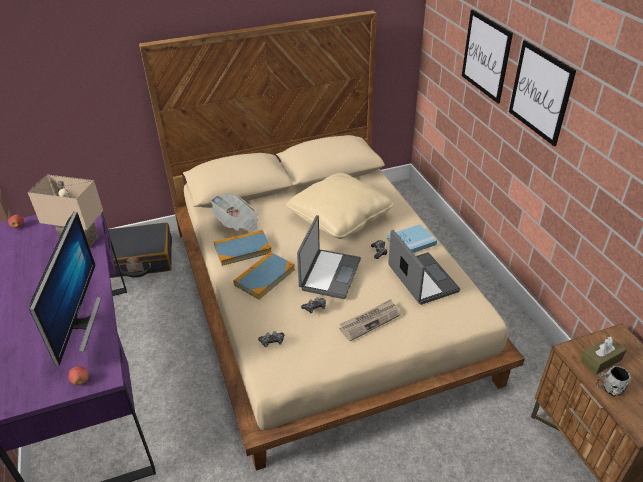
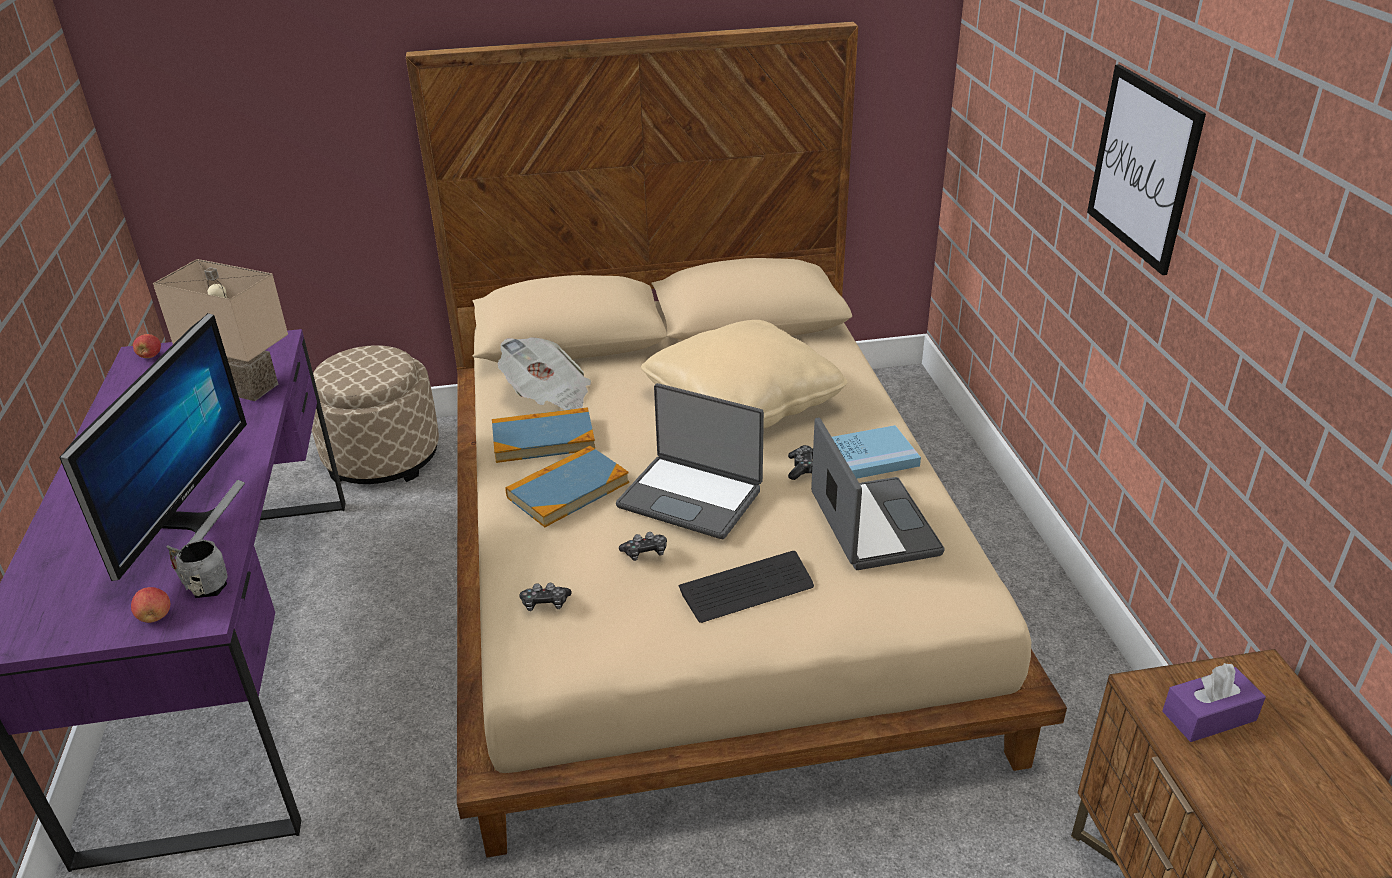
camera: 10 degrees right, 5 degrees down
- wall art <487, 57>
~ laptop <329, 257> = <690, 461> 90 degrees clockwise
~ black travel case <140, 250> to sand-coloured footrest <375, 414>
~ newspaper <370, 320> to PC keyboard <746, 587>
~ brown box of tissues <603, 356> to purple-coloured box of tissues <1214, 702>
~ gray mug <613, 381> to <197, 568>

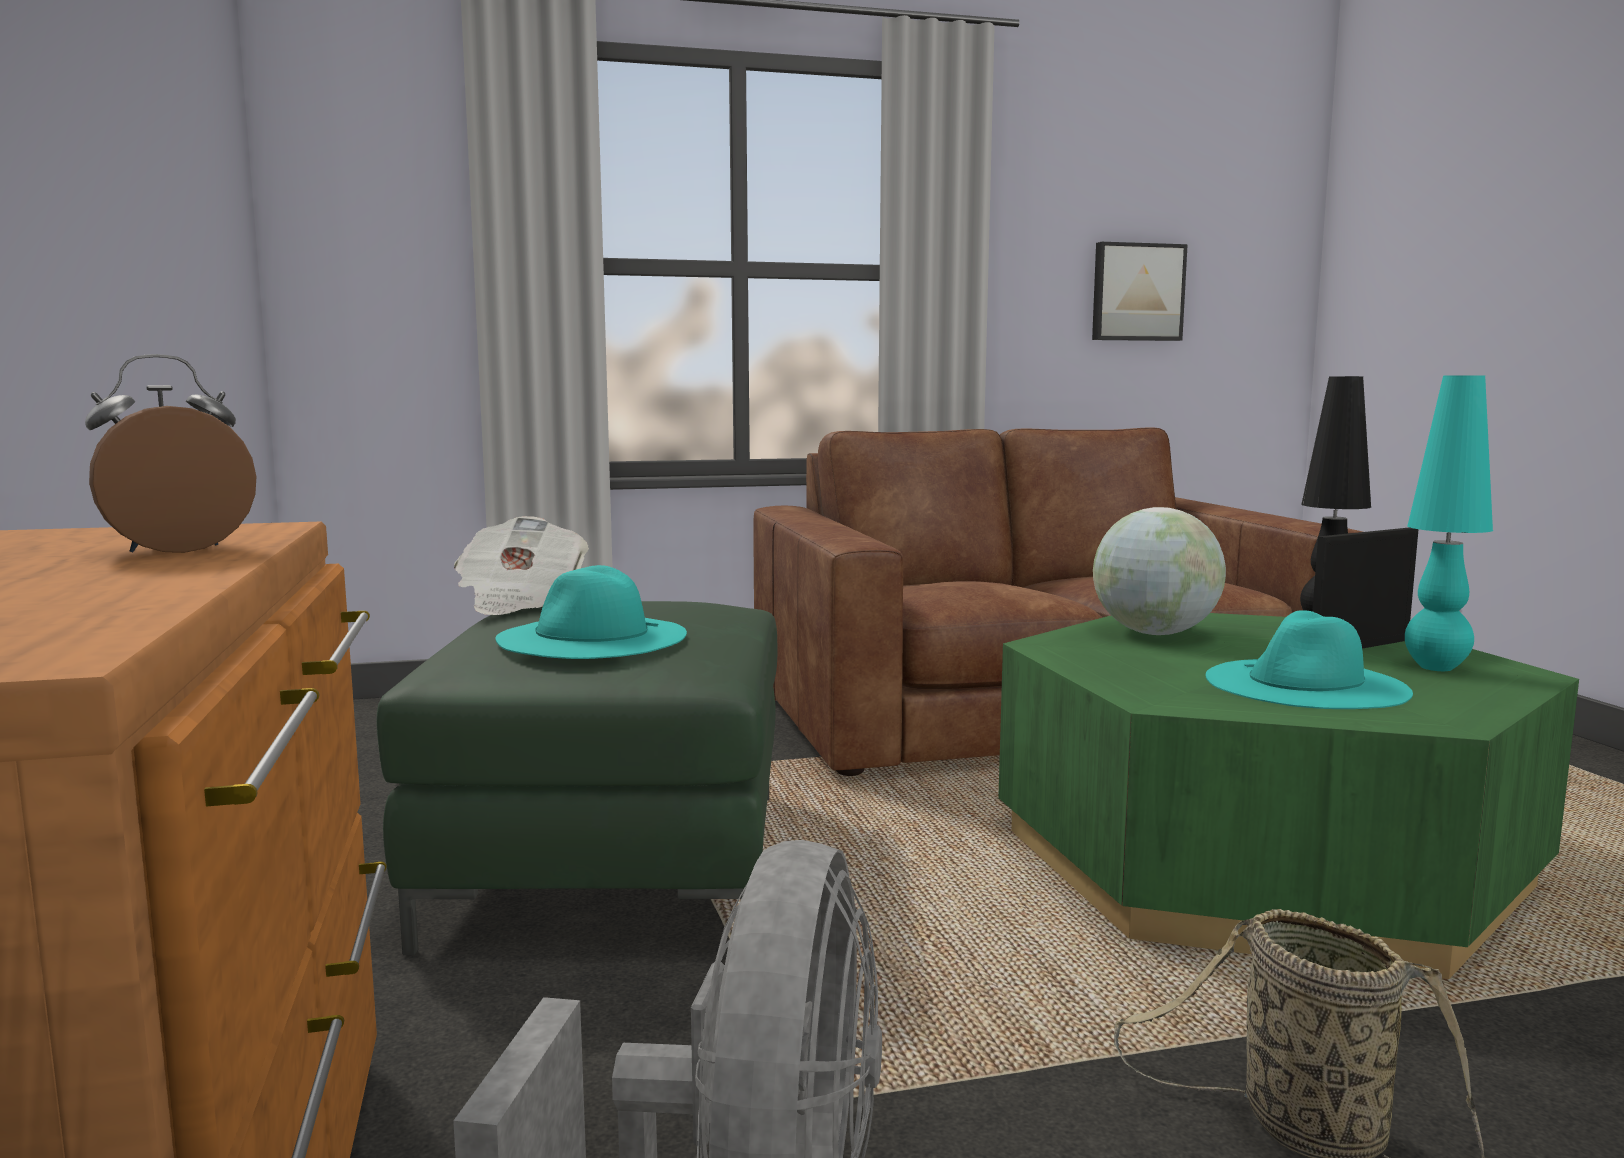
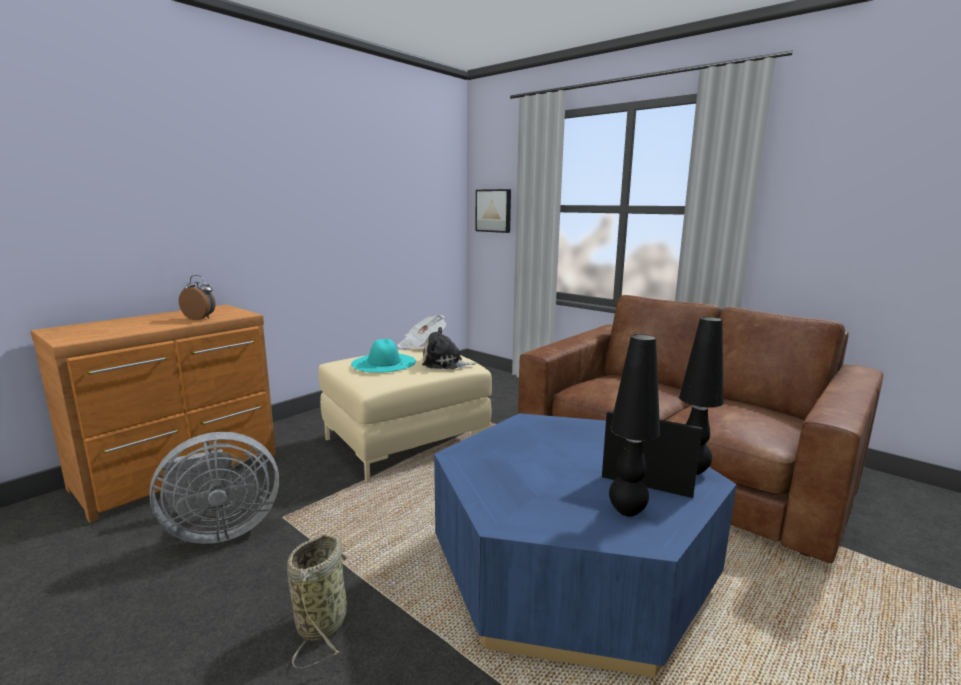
camera: 55 degrees right, 5 degrees up
~ wall art <1140, 291> to <493, 211>
~ turquoise table lamp <1449, 523> to black table lamp <634, 425>
- world globe <1159, 571>
~ green footrest <577, 778> to sand-coloured footrest <405, 414>
- turquoise hat <1309, 659>
~ green lounge table <1288, 796> to blue-coloured lounge table <585, 545>
+ cuddly toy <449, 348>

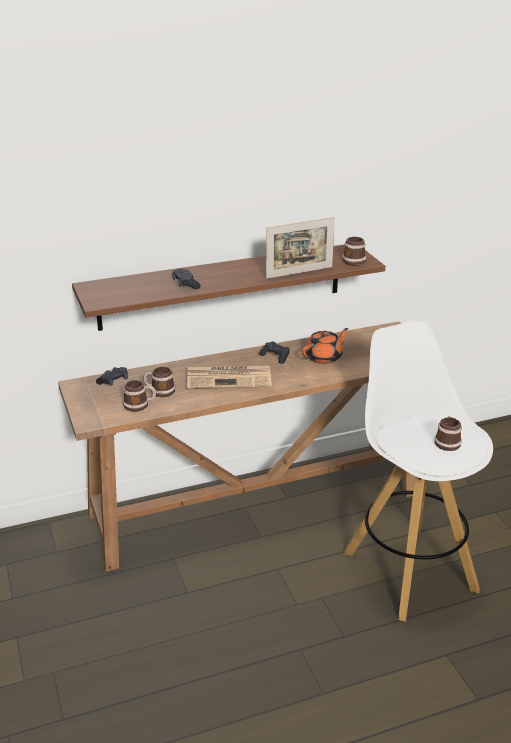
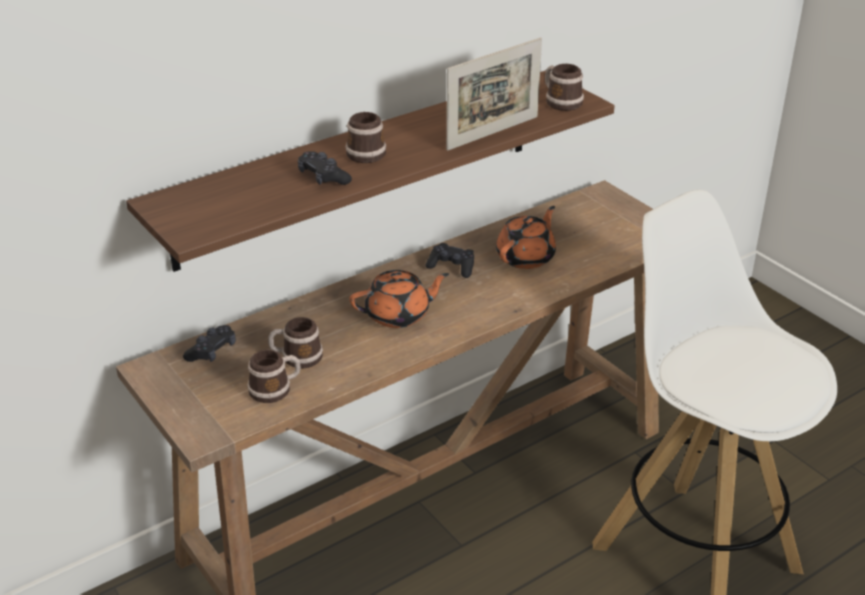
camera: 15 degrees left, 5 degrees up
~ newspaper <229, 377> to orangey tea pot <399, 299>
~ mug <448, 433> to <365, 137>

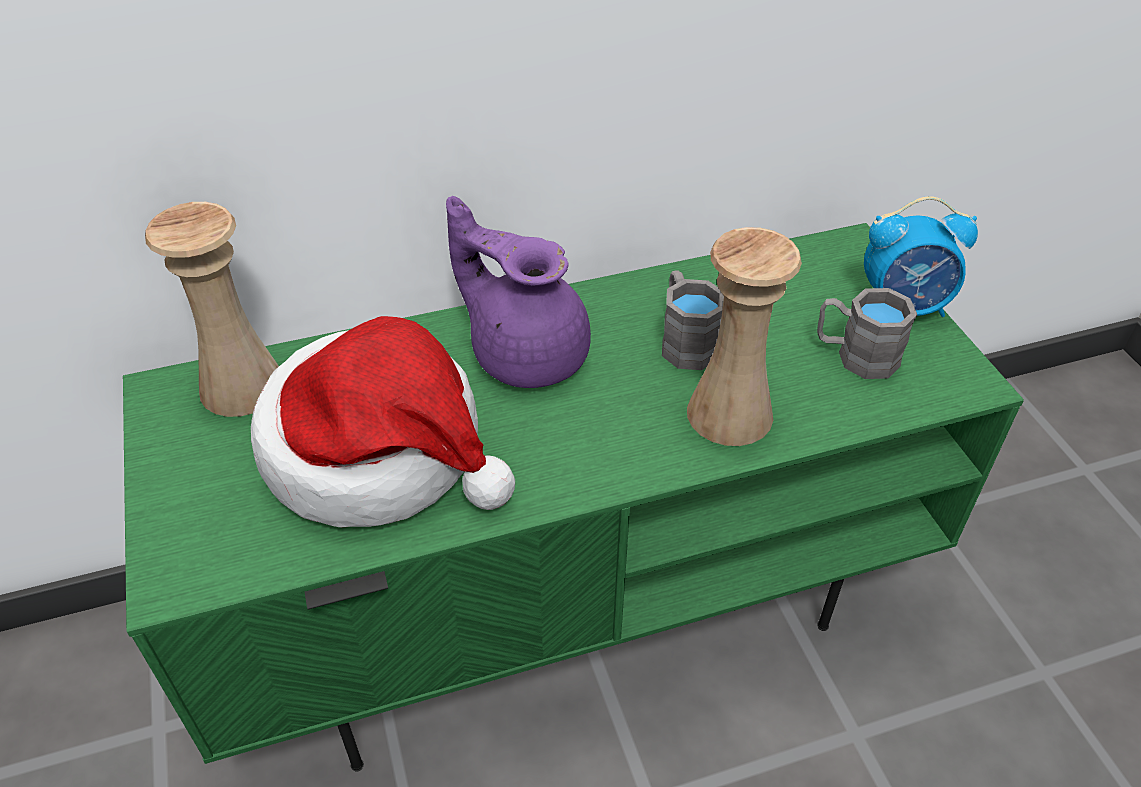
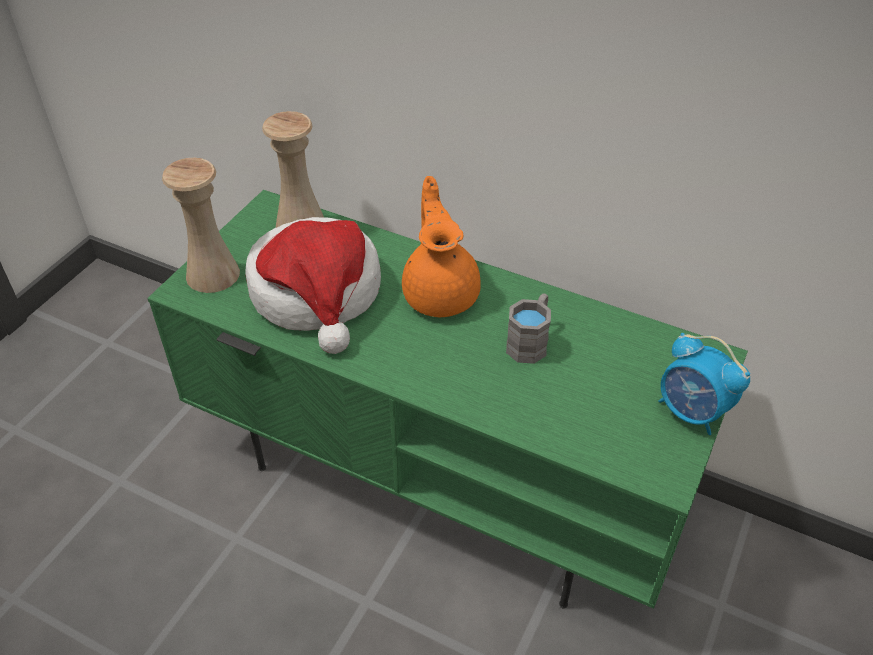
camera: 45 degrees right, 0 degrees up
~ purple-coloured tea pot <518, 292> to orangey tea pot <441, 246>
~ sand-coloured flower vase <744, 336> to <201, 225>
- gray mug <867, 333>

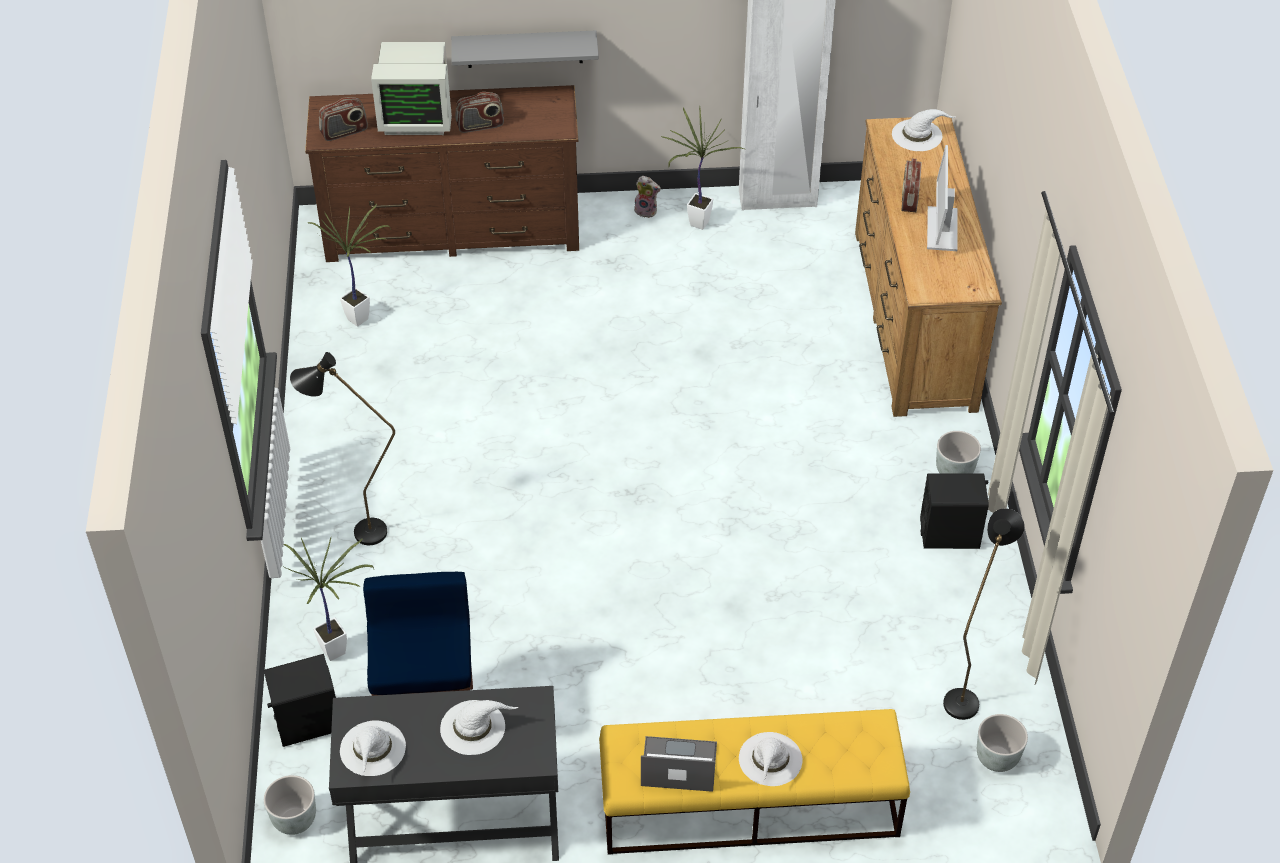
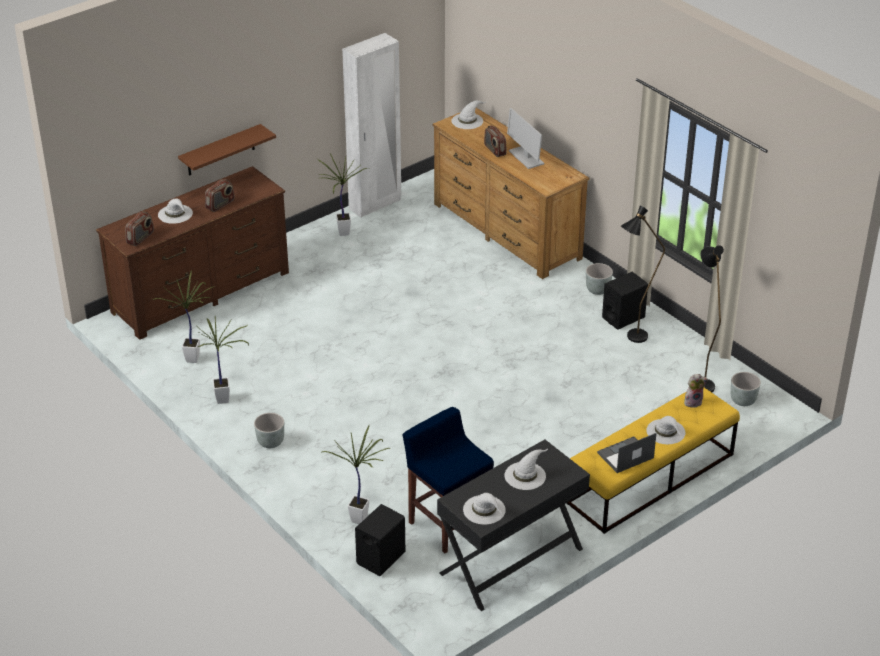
camera: 35 degrees left, 10 degrees down
~ gray bracket shelf <525, 49> to brown bracket shelf <227, 150>
~ computer display <411, 88> to white-coloured hat <175, 211>
~ cuddly toy <647, 197> to <696, 391>
~ black standard lamp <342, 448> to <643, 274>
~ gray flower pot <290, 805> to <269, 430>
+ plant in a pot <223, 360>

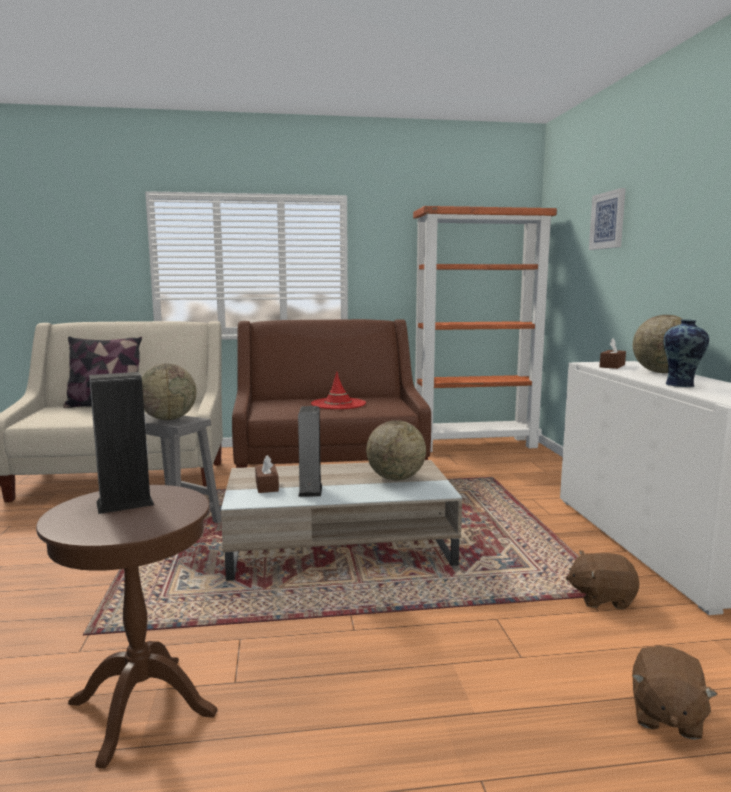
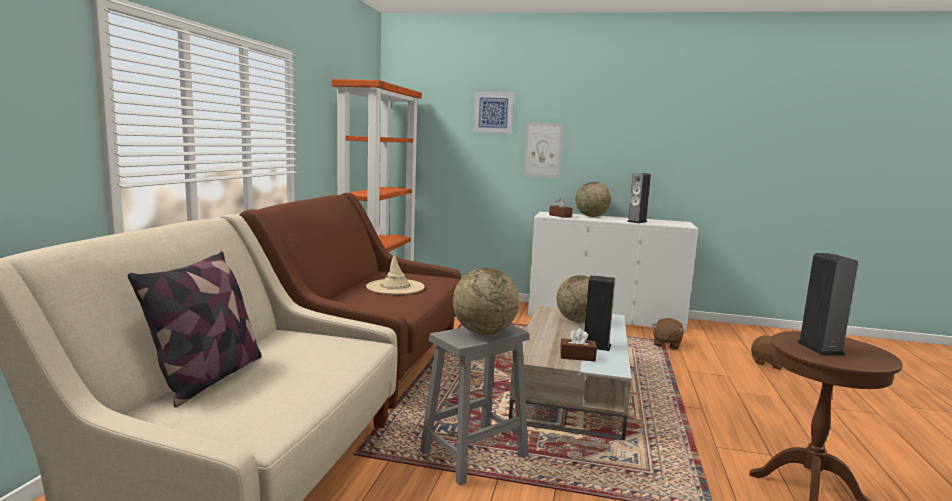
camera: 70 degrees left, 0 degrees up
~ flower vase <686, 353> to loudspeaker <639, 198>
~ red hat <338, 390> to sand-coloured hat <395, 274>
+ wall art <543, 150>

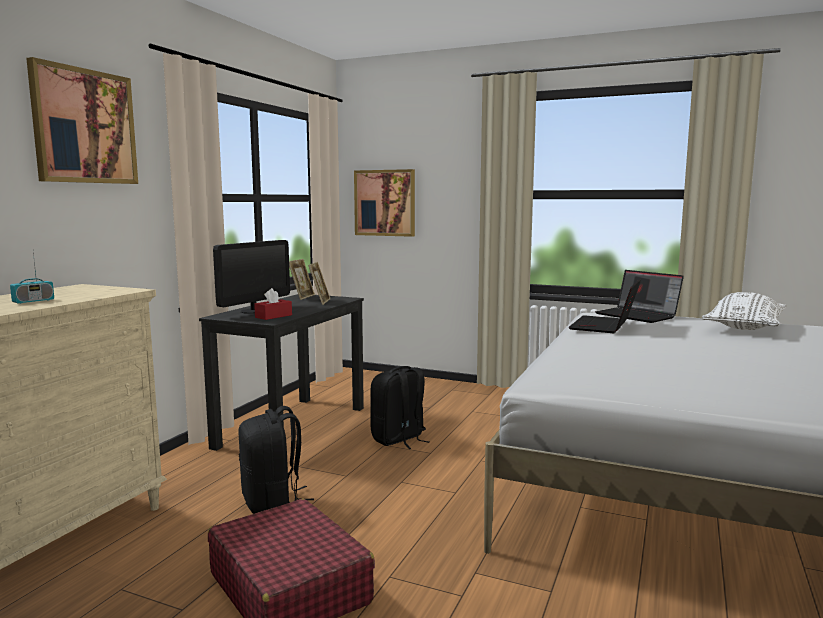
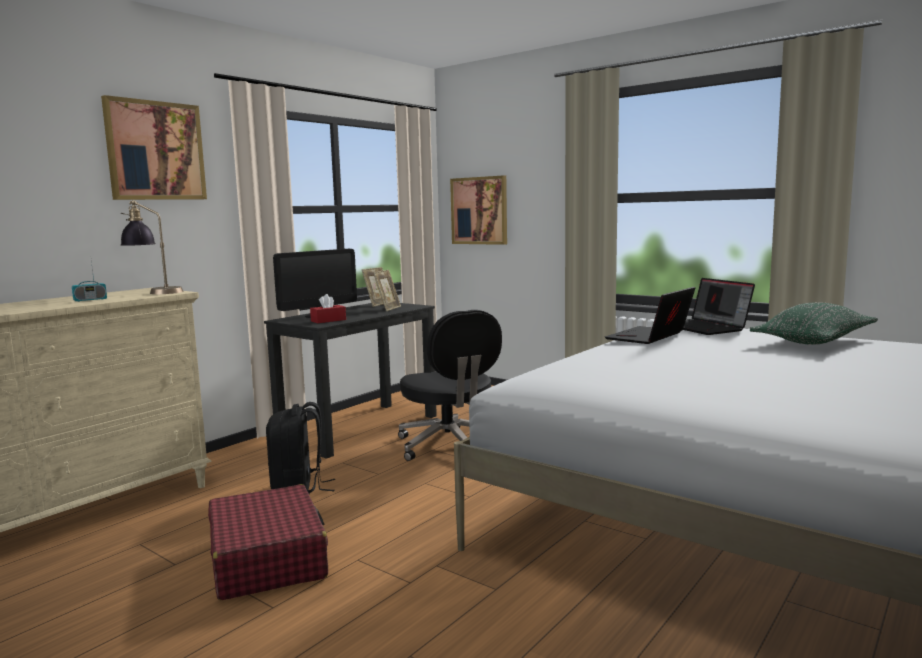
camera: 15 degrees right, 0 degrees up
~ white-coloured cushion <744, 311> to green cushion <814, 323>
~ black rucksack <399, 407> to black desk chair <450, 385>
+ table lamp <152, 247>

